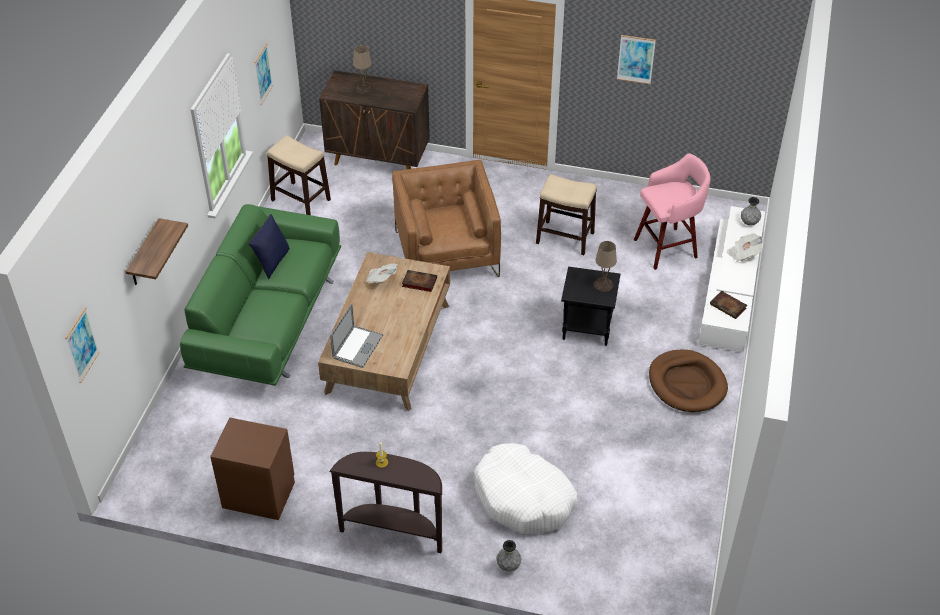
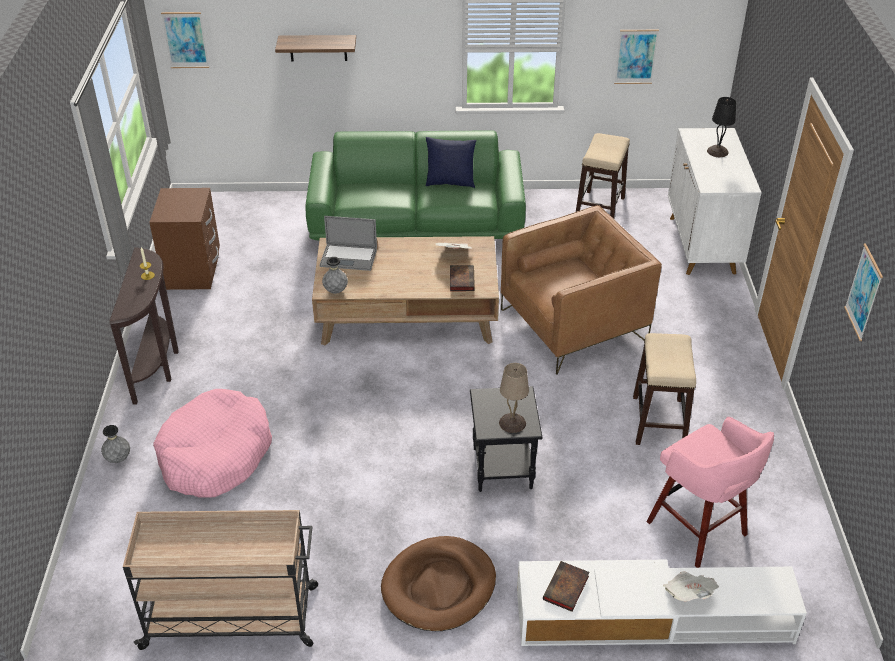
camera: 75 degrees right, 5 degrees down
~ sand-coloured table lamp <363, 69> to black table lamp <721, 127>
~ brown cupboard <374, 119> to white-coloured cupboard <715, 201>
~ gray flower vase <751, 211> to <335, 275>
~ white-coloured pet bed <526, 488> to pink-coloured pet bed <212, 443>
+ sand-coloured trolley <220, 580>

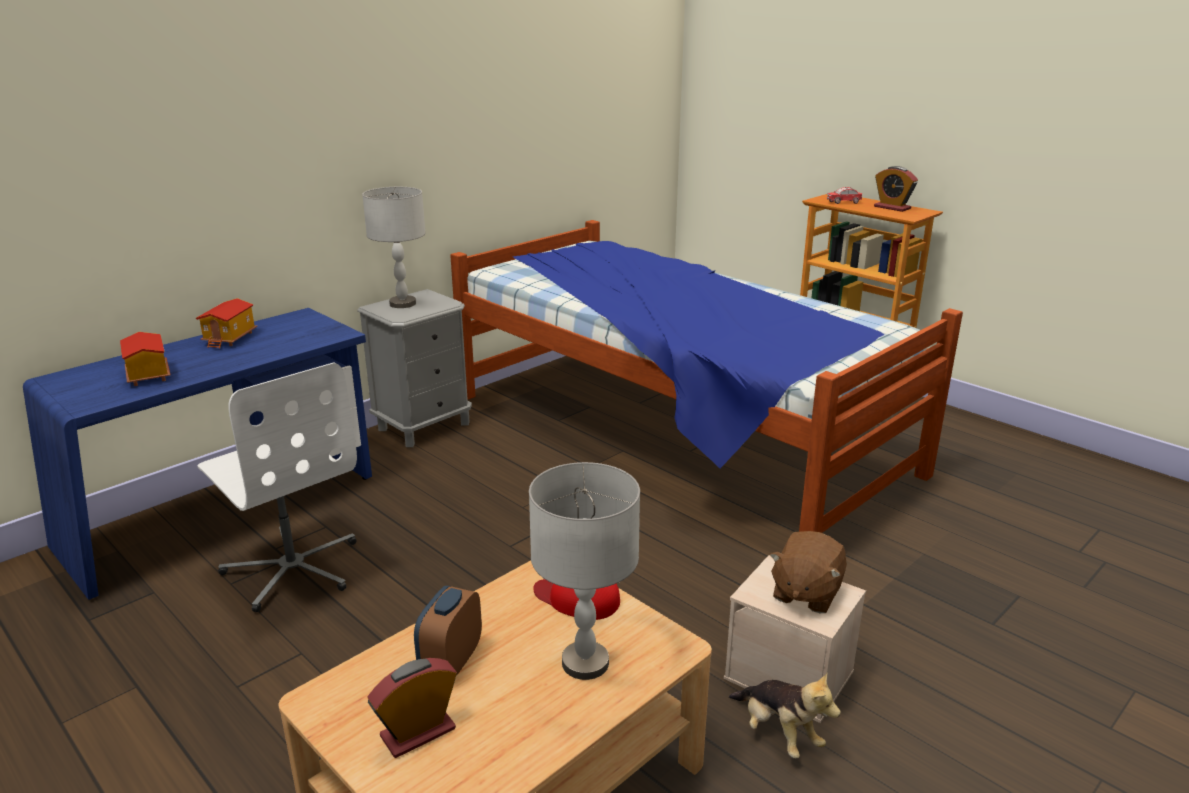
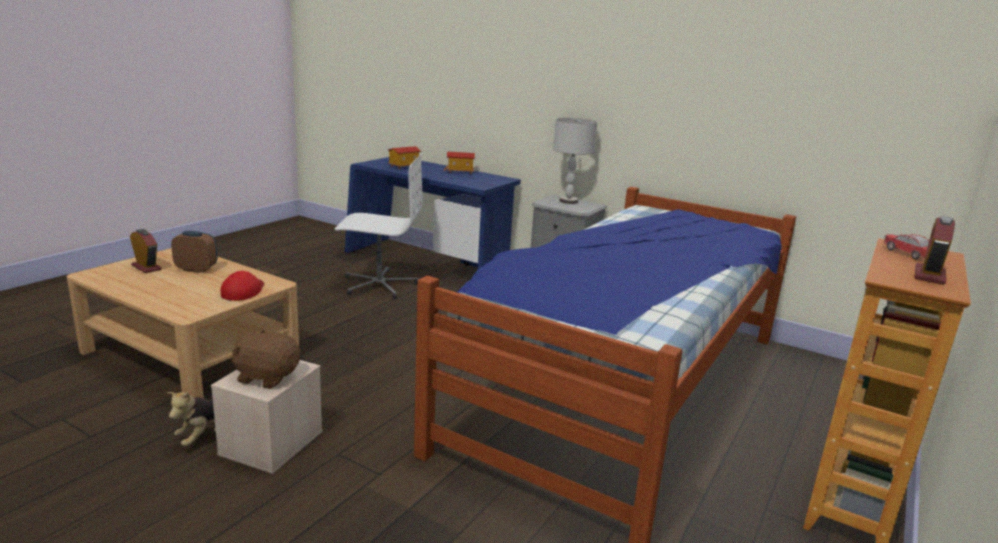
camera: 75 degrees right, 5 degrees down
~ white-coloured desk chair <277, 487> = <378, 226> 120 degrees counterclockwise
- gray table lamp <584, 571>

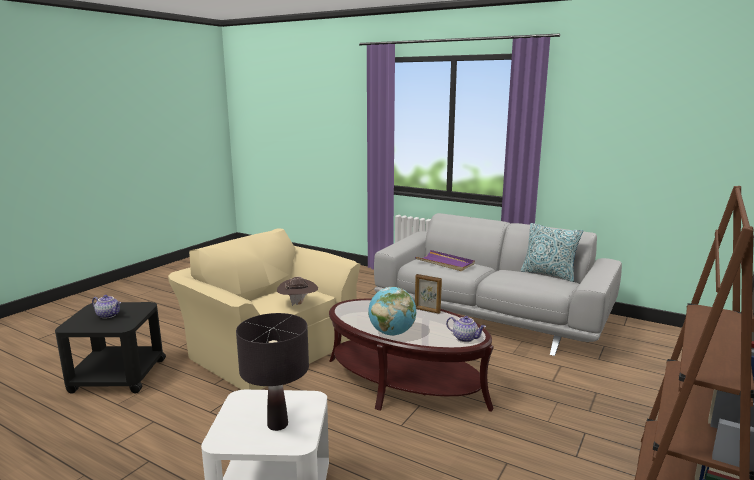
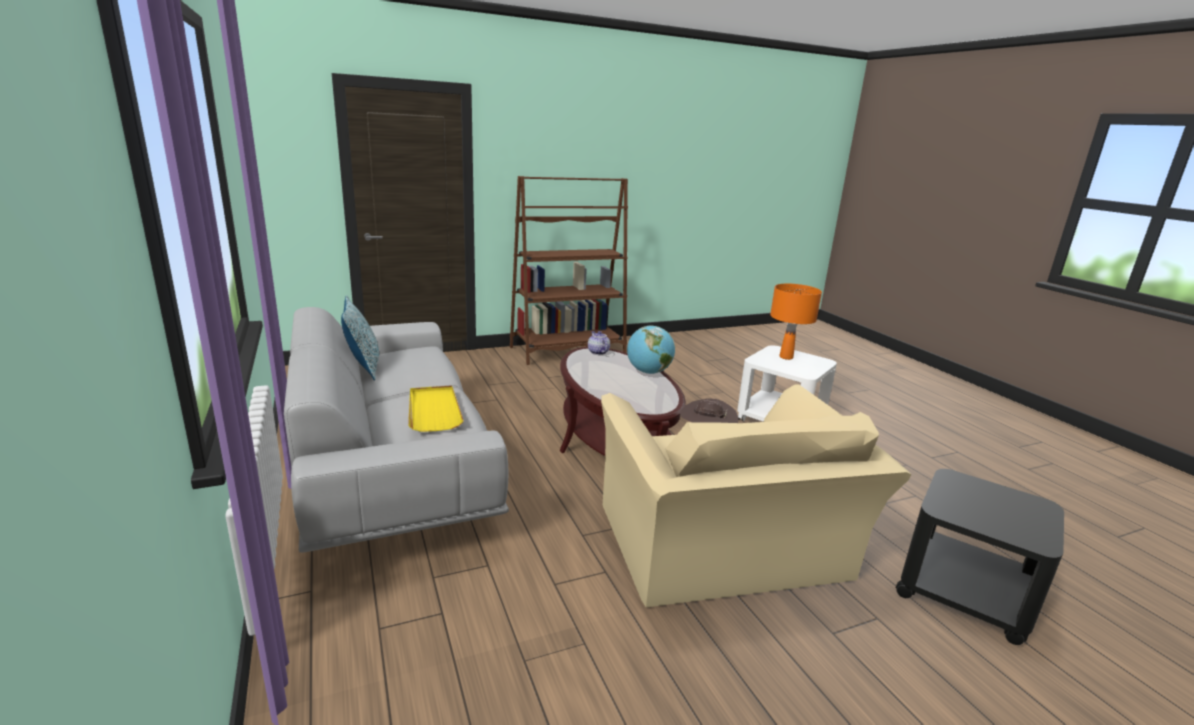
camera: 145 degrees left, 5 degrees up
~ purple-coloured serving tray <445, 260> to yellow serving tray <436, 408>
- photo frame <428, 294>
- tea pot <106, 307>
~ black table lamp <272, 372> to orangey table lamp <796, 322>

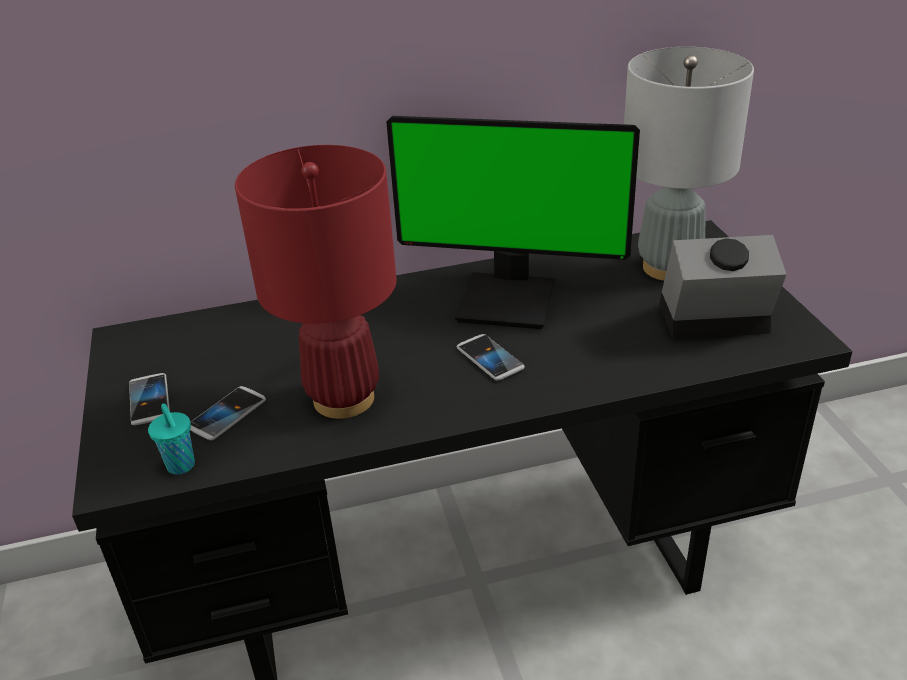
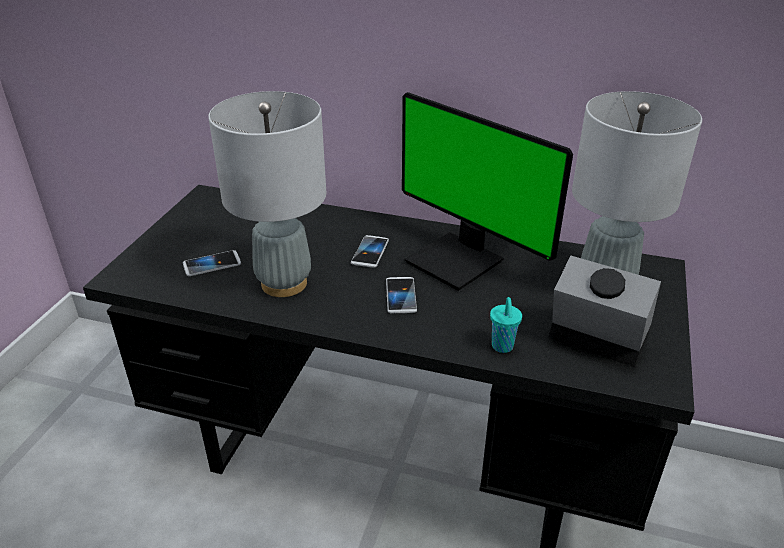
camera: 30 degrees right, 0 degrees up
~ red table lamp <316, 282> to gray table lamp <267, 194>
~ telephone <149, 399> to <370, 251>
~ turquoise cup <171, 438> to <506, 325>

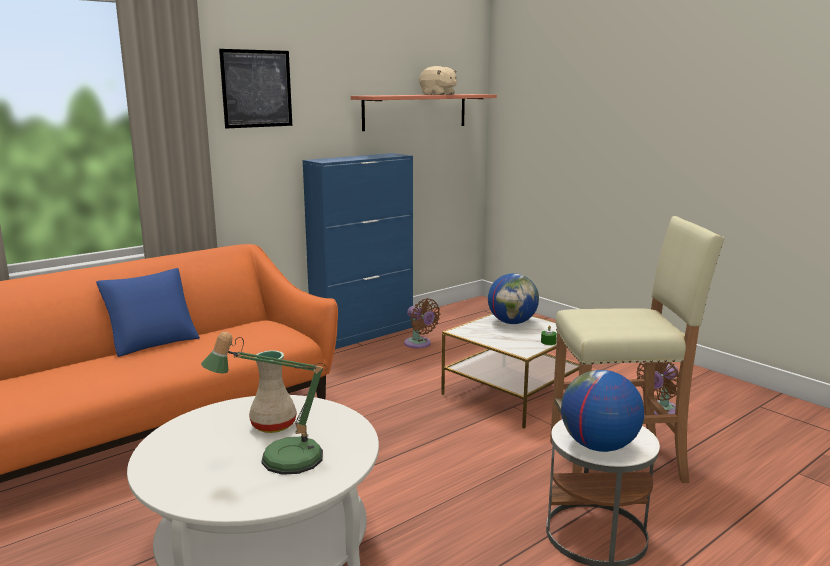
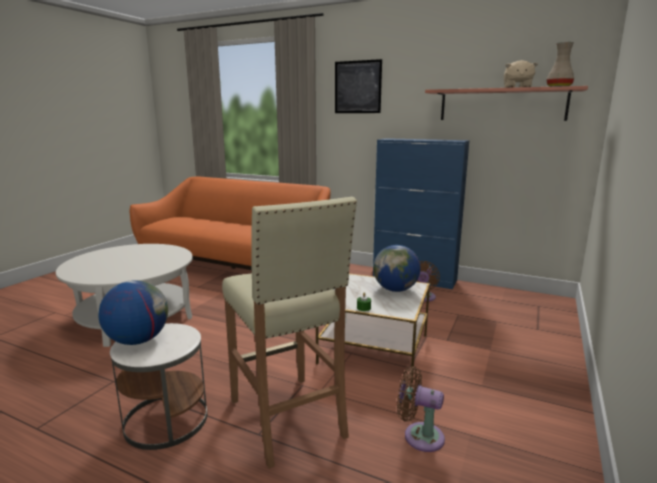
camera: 65 degrees right, 0 degrees up
- blue-coloured cushion <148, 312>
- table lamp <264, 403>
~ sand-coloured flower vase <273, 391> to <560, 64>

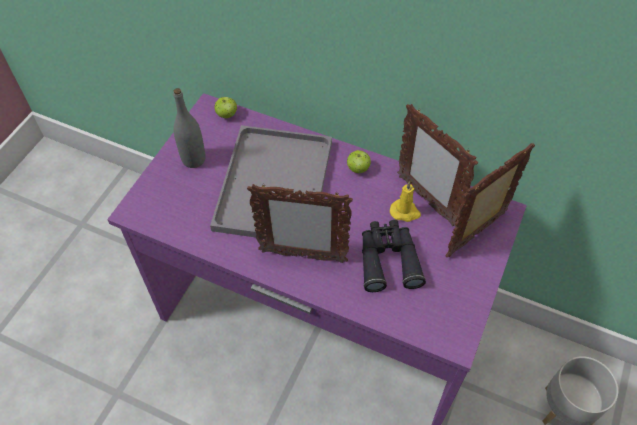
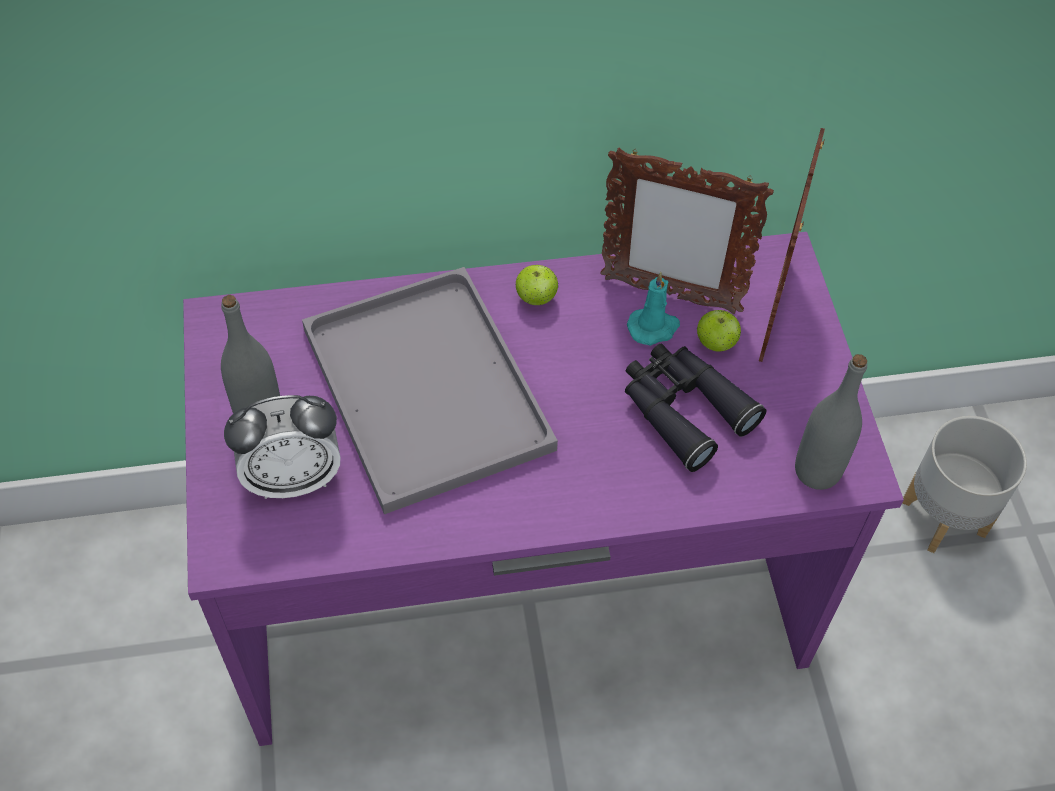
camera: 35 degrees left, 0 degrees up
~ whole apple <225, 107> to <719, 331>
~ yellow candle <405, 201> to turquoise candle <653, 309>
- photo frame <300, 223>
+ gray drink bottle <831, 422>
+ table clock <282, 447>

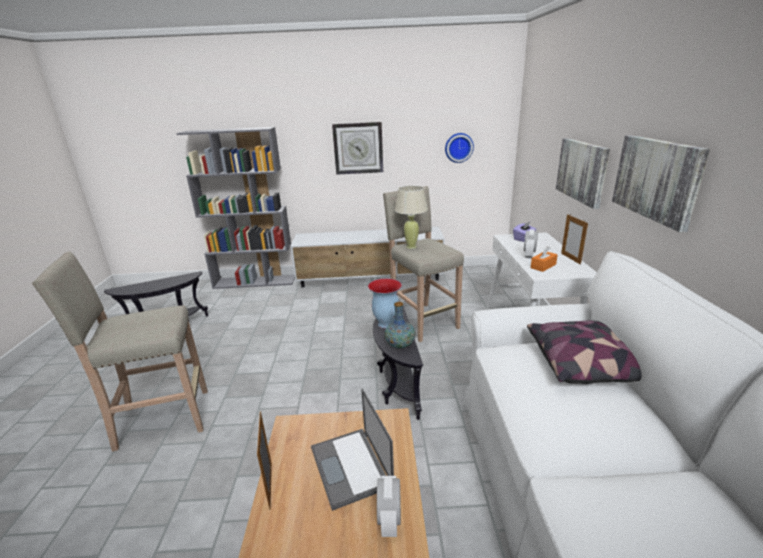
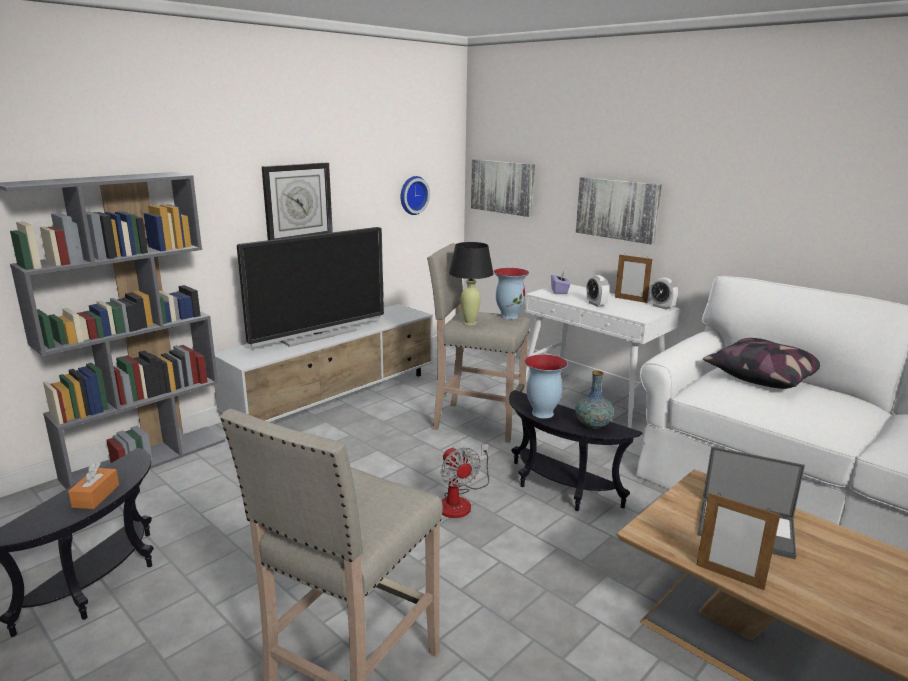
camera: 45 degrees left, 5 degrees down
~ wall art <661, 183> to <503, 188>
~ sand-coloured table lamp <411, 217> to black table lamp <471, 283>
~ orangey box of tissues <544, 259> to <93, 485>
~ table clock <389, 506> to <663, 293>
+ television <310, 287>
+ flower vase <511, 293>
+ fan <465, 480>

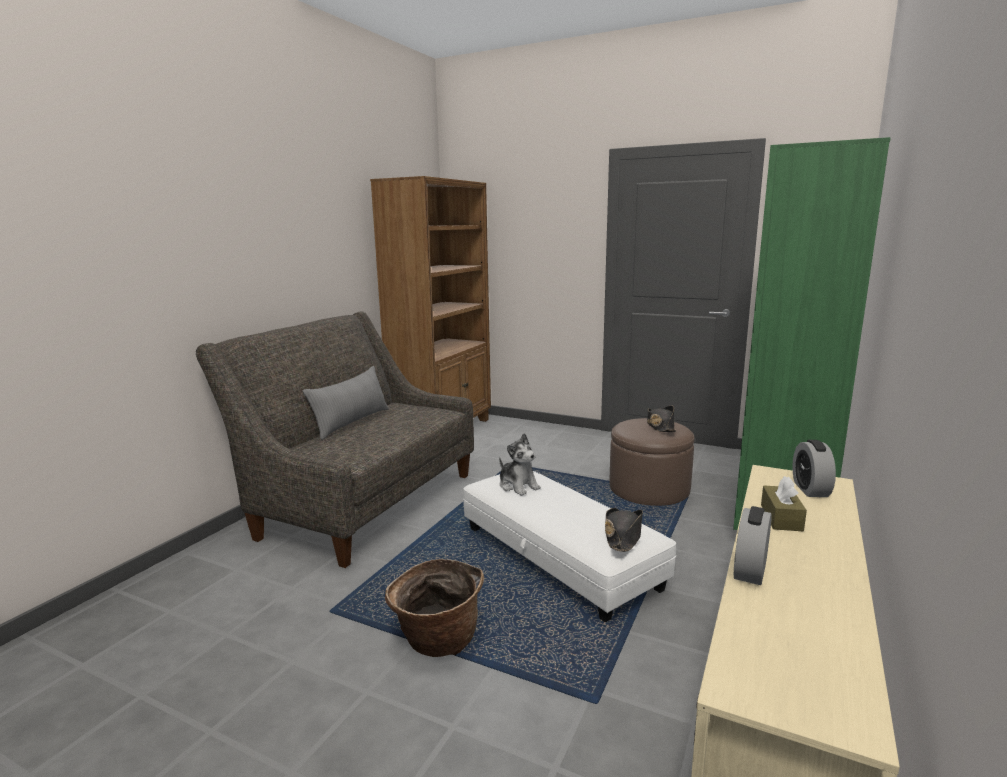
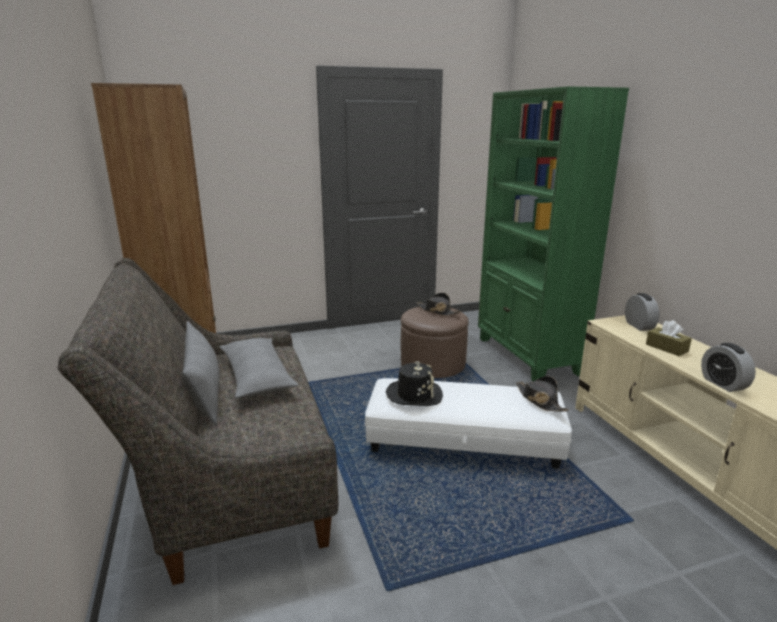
camera: 45 degrees left, 5 degrees up
~ cuddly toy <520, 464> to black hat <414, 383>
~ table clock <814, 468> = <642, 312> 150 degrees counterclockwise
- basket <434, 608>
+ gray cushion <258, 368>

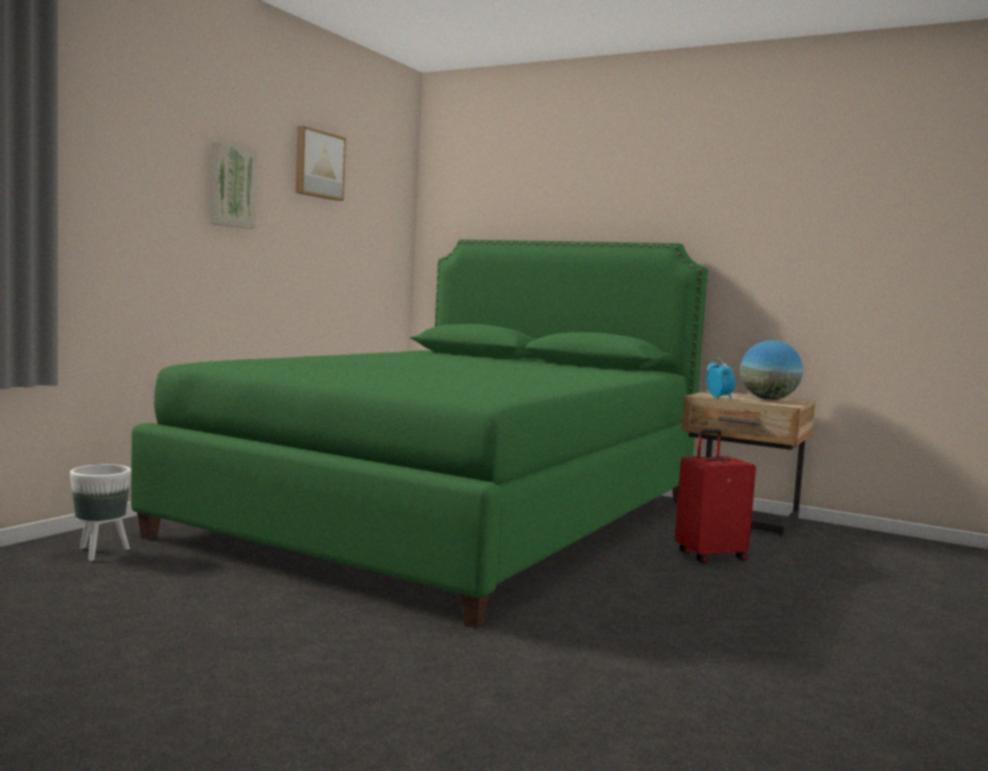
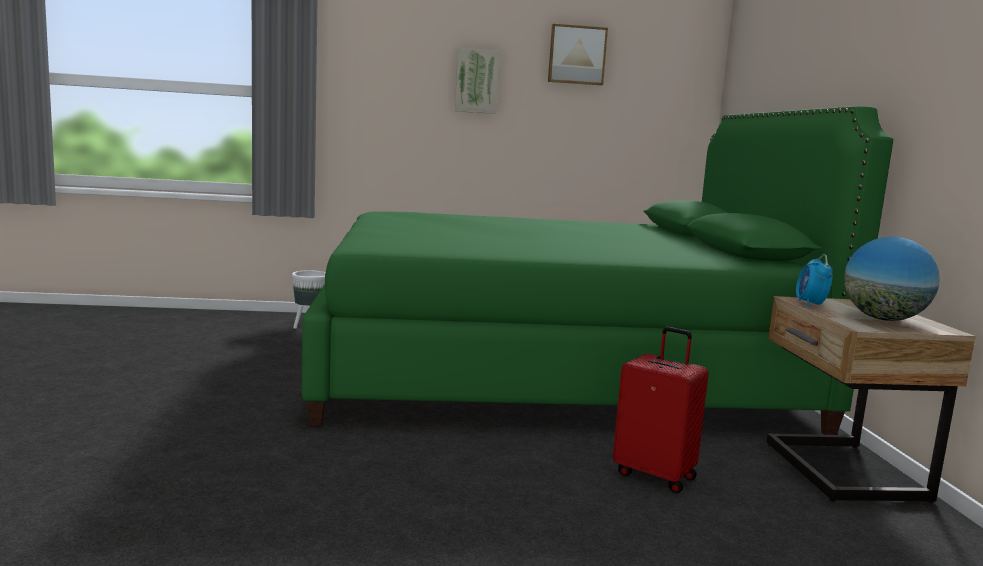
camera: 55 degrees right, 5 degrees up
~ table clock <720, 378> = <814, 280> 150 degrees clockwise

